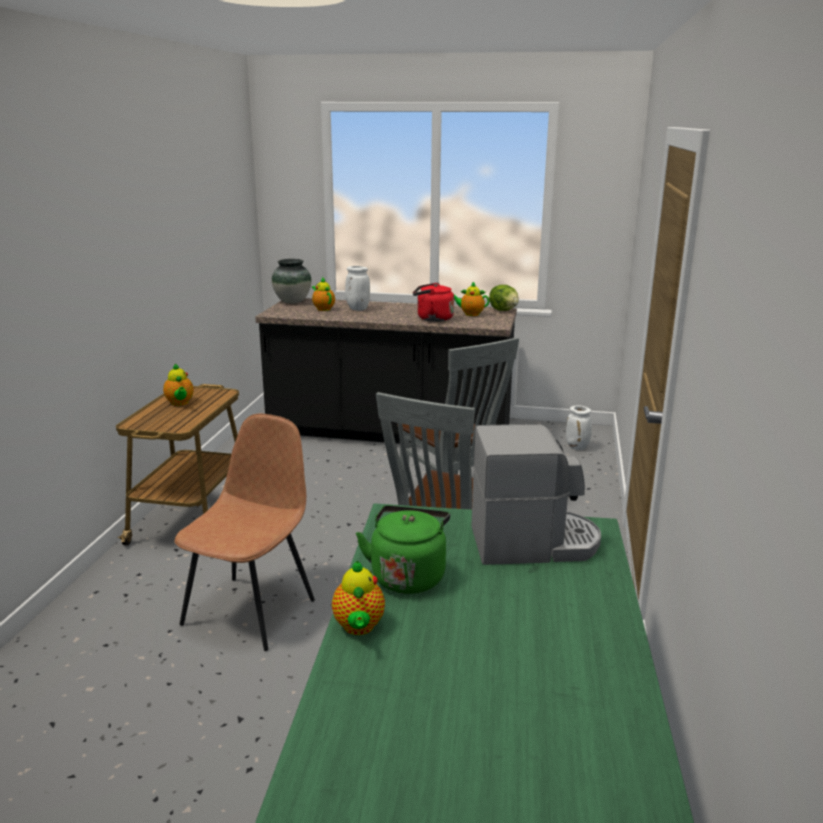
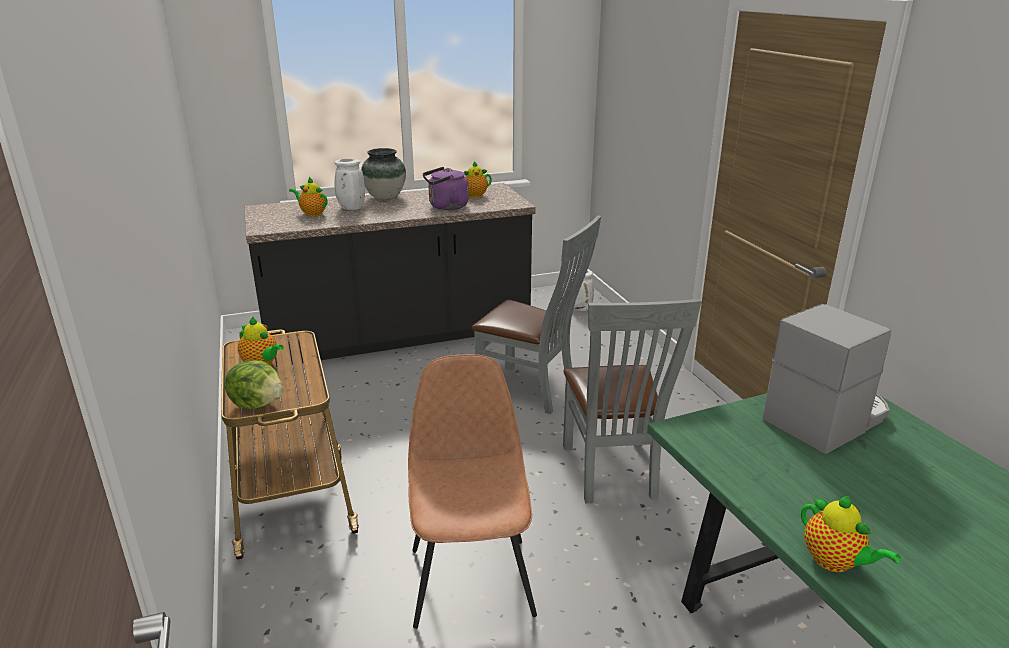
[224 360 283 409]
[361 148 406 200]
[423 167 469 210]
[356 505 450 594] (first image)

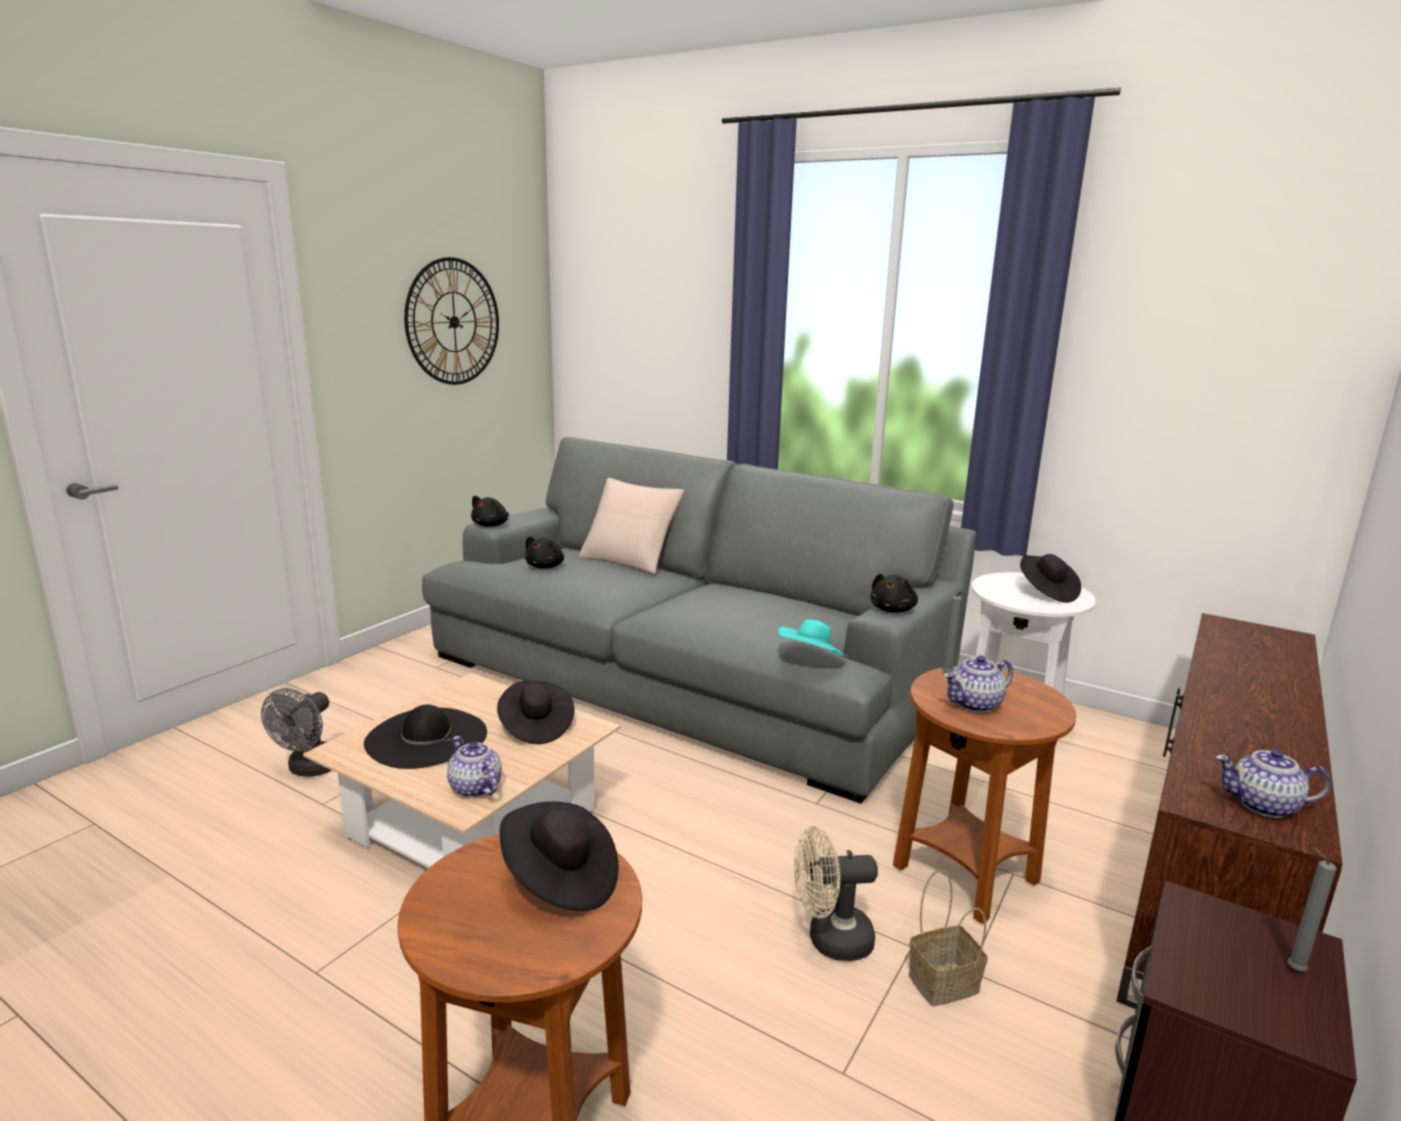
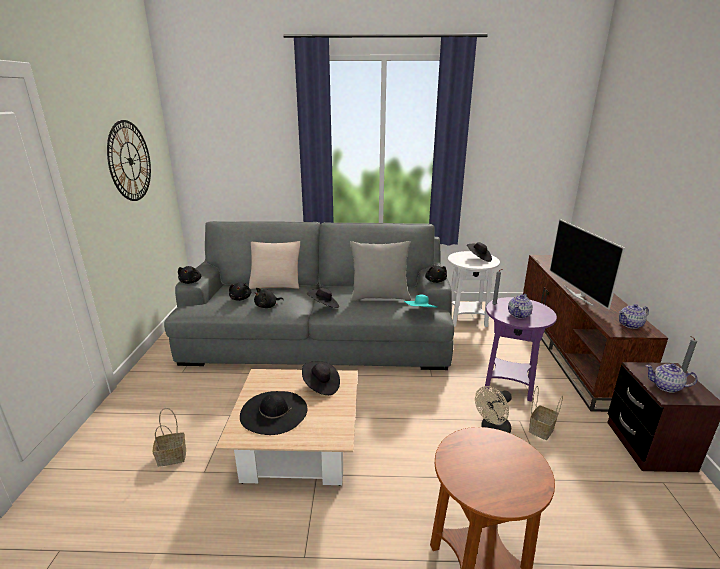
[152 408 186 467]
[254 288 284 308]
[307 288 339 308]
[350 241 411 301]
[485 297 557 402]
[549 219 625 310]
[645 364 697 393]

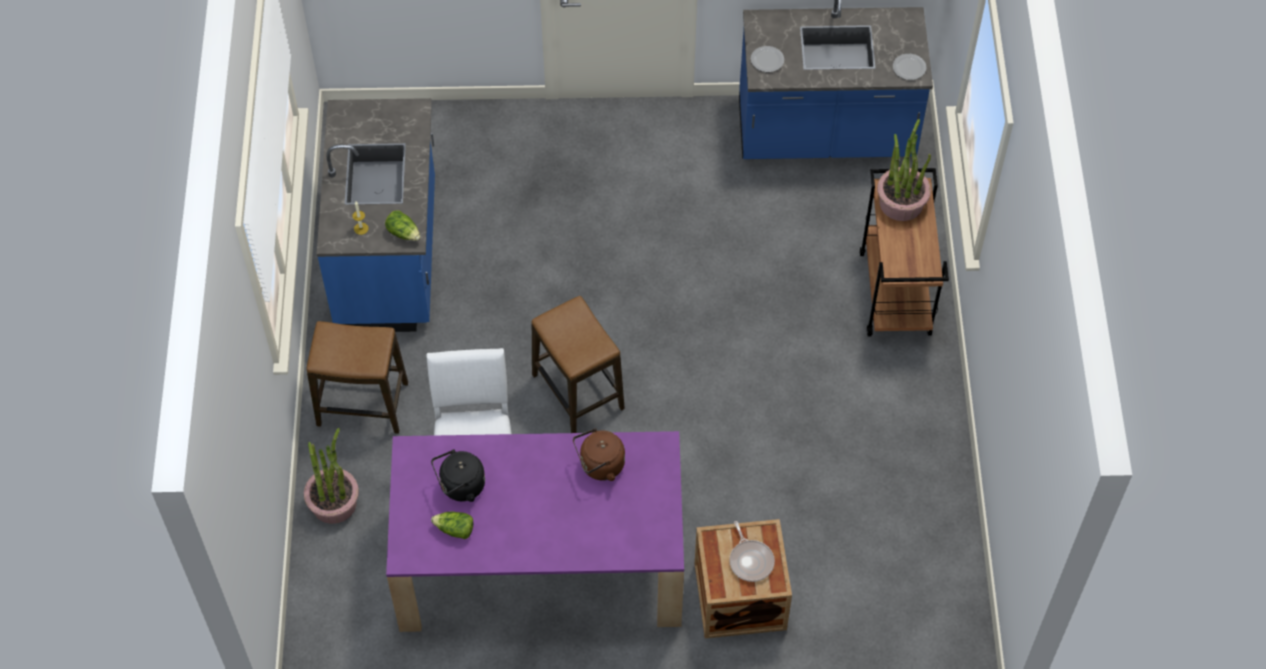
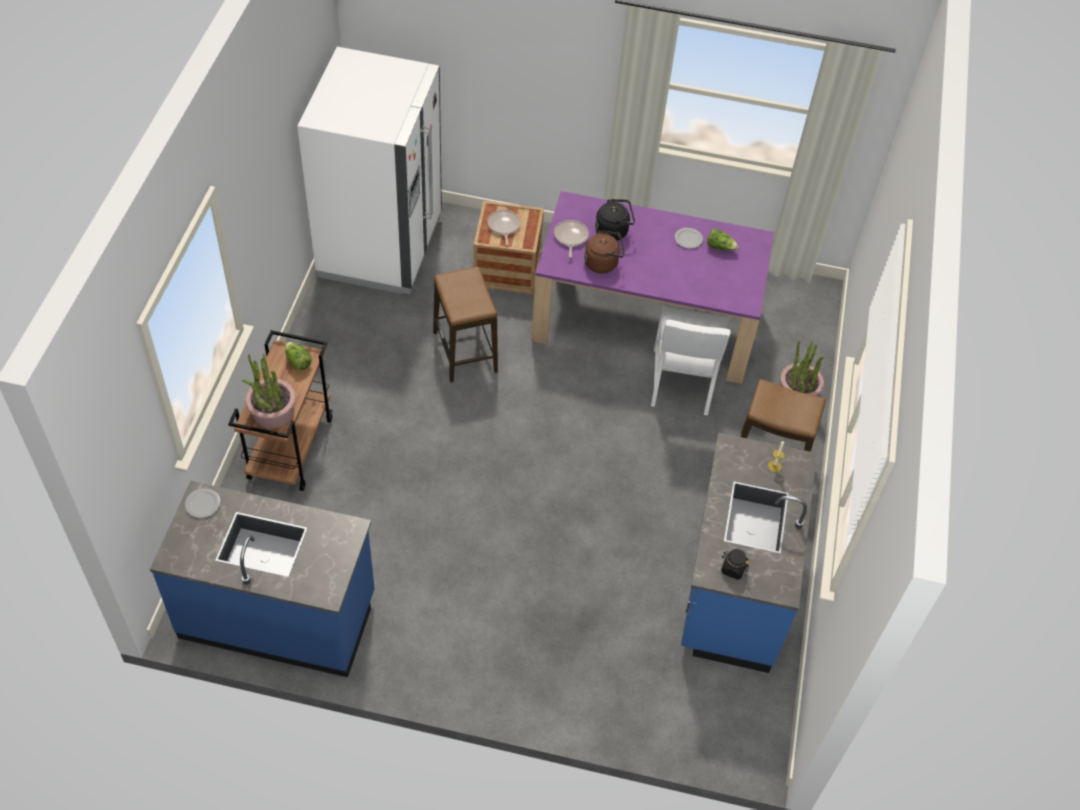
[285 342 312 371]
[297 47 442 294]
[433 266 498 382]
[554 220 589 257]
[595 199 635 241]
[675 228 703 249]
[721 549 750 580]

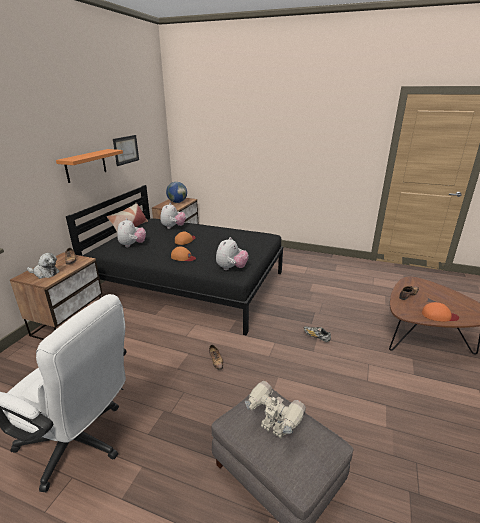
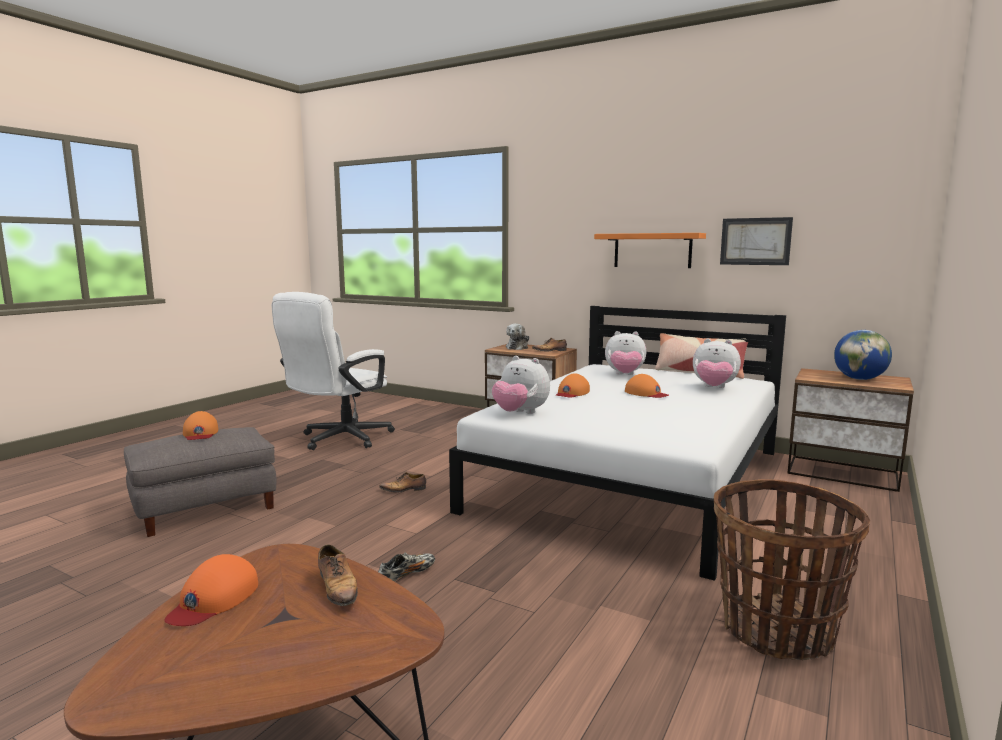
[183 411 218 440]
[449 306 786 581]
[714 479 870 660]

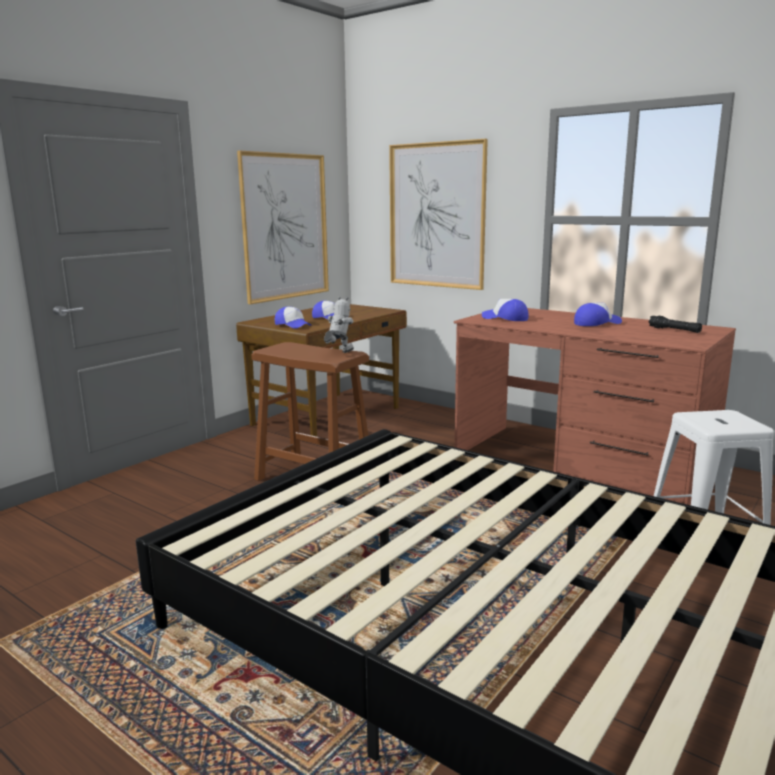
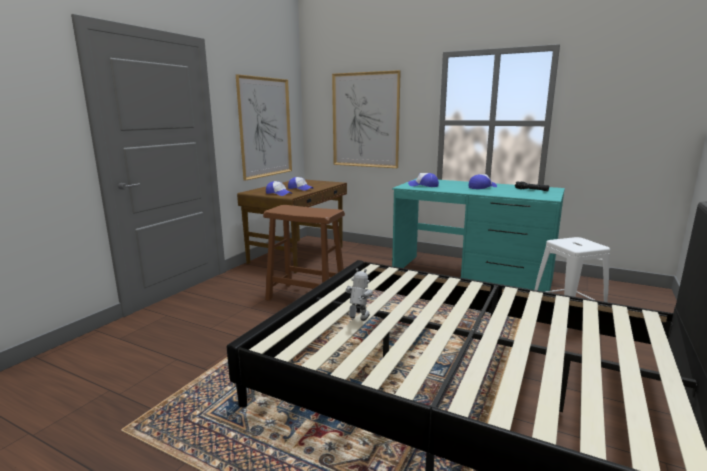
[346 268 373 321]
[392 178 565 292]

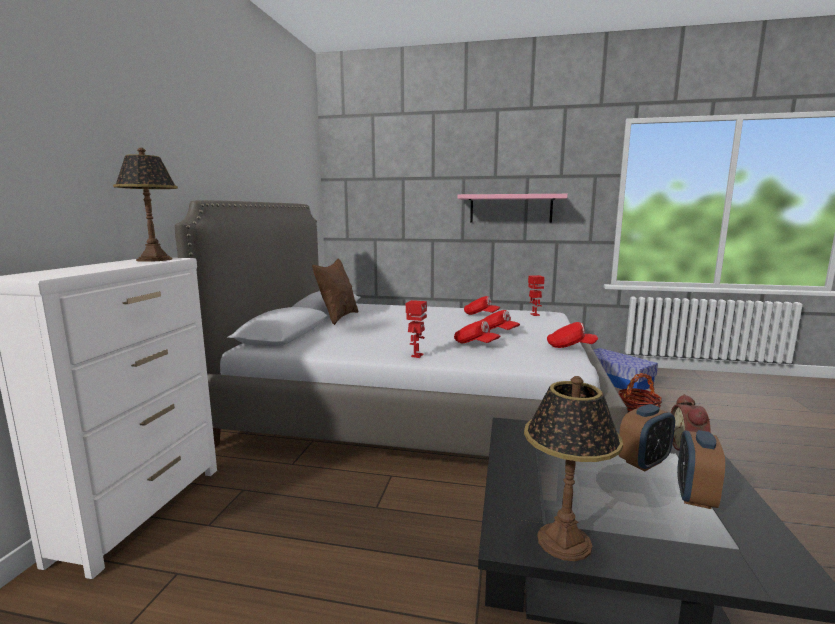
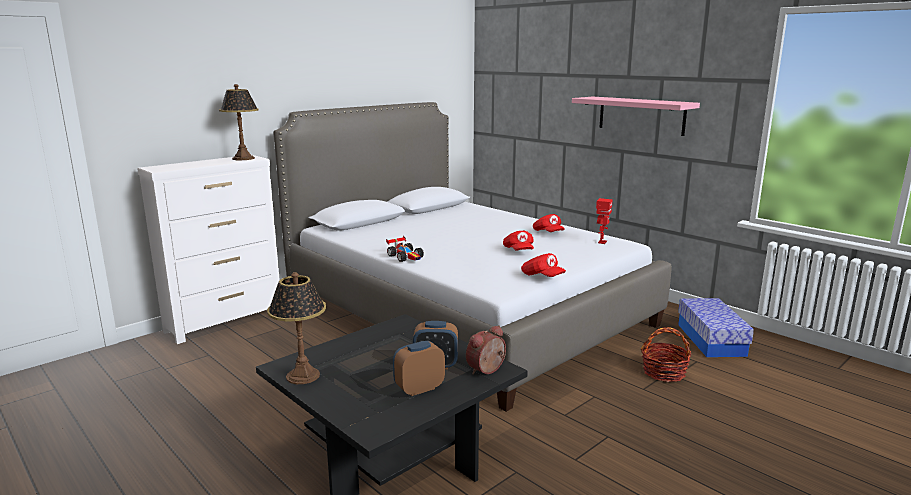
[386 236 424 262]
[312 258 358 325] (first image)
[454 320 500 344] (first image)

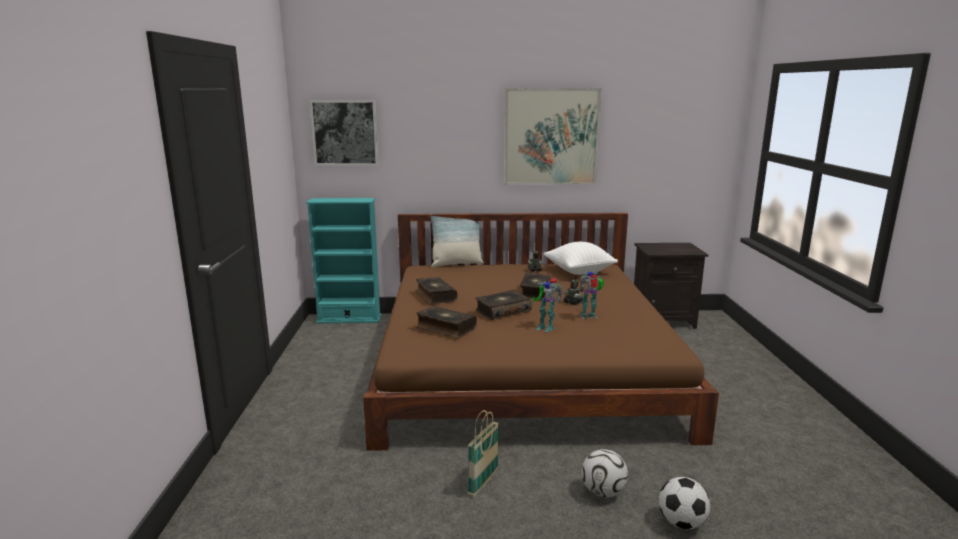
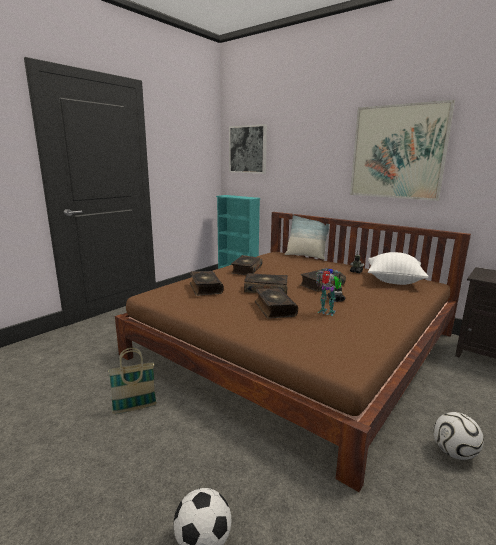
[255 288 298 319]
[433 412 484 460]

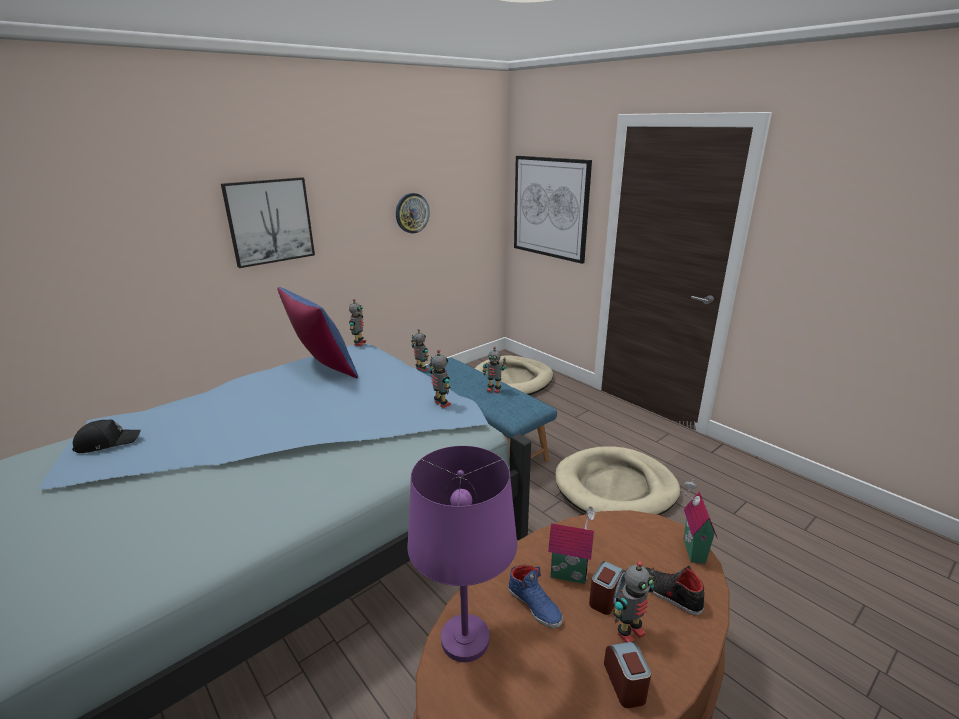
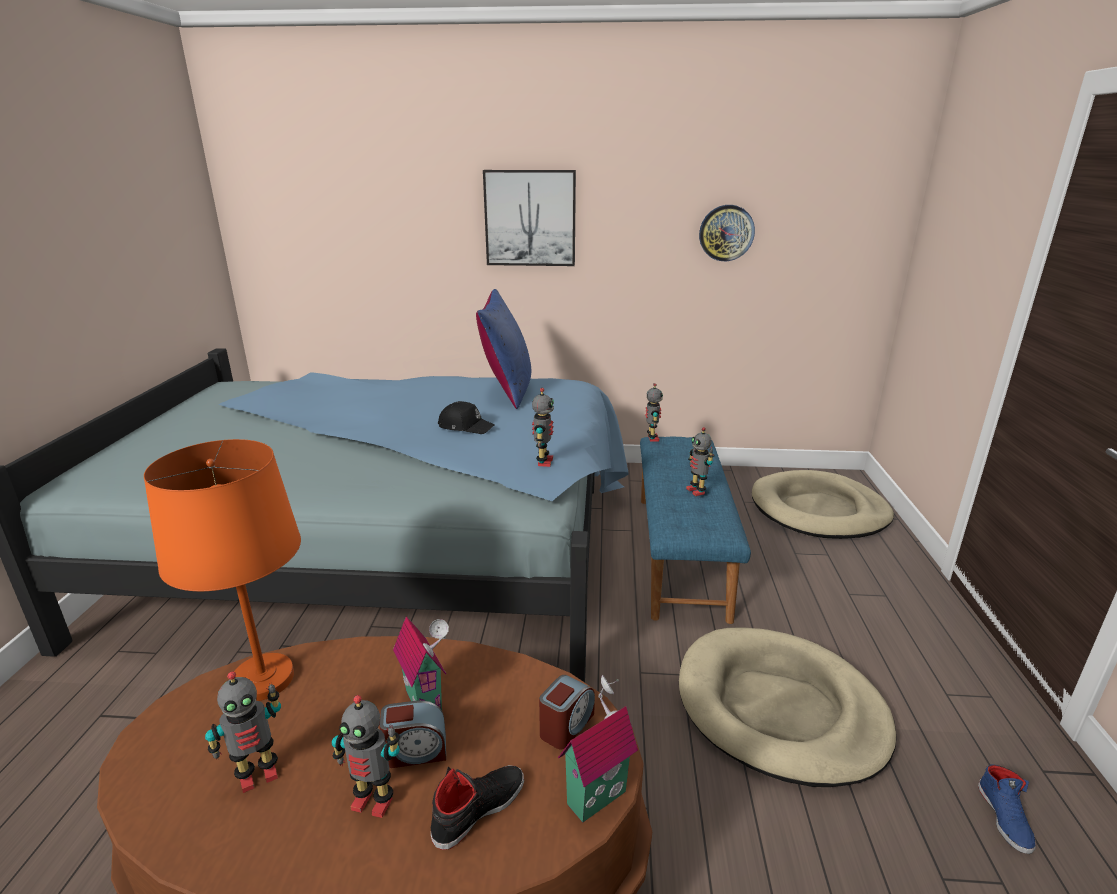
[144 439 301 701]
[205 671 281 793]
[431 765 524 850]
[438 401 495 434]
[539 675 595 749]
[978 765 1036 854]
[514 156 592 264] (first image)

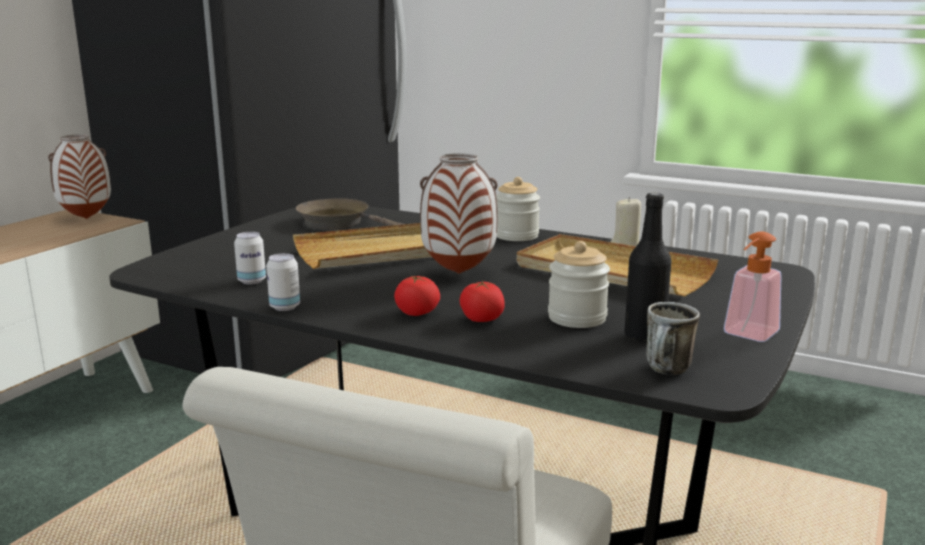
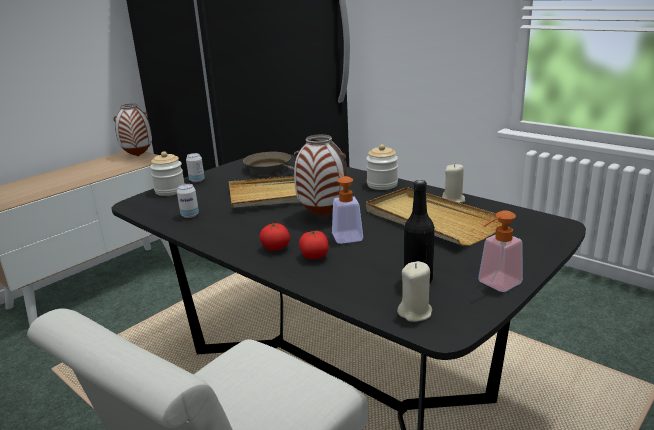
[150 151 185 196]
[186 153 205 182]
[332 172 363 244]
[397 261 432 322]

